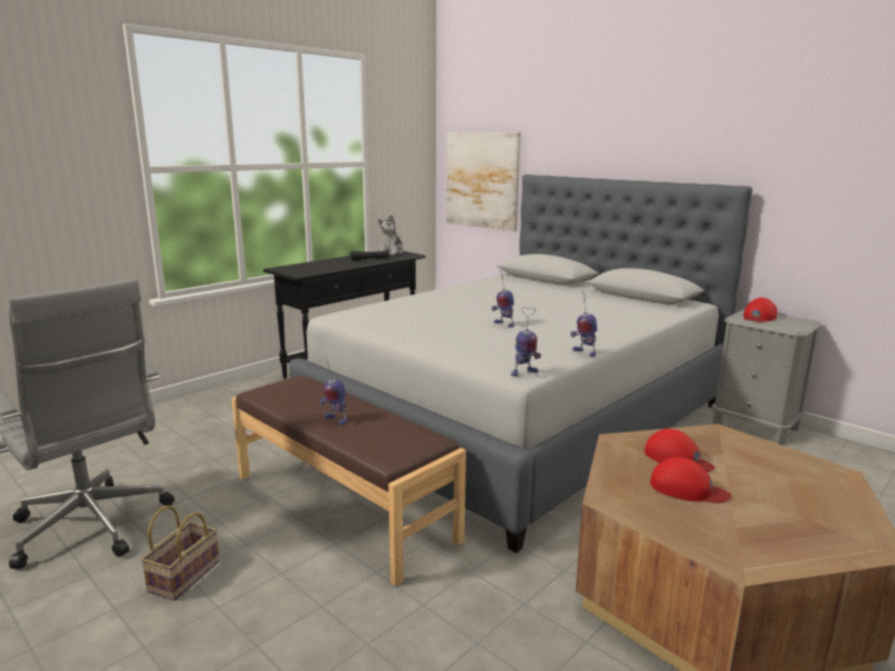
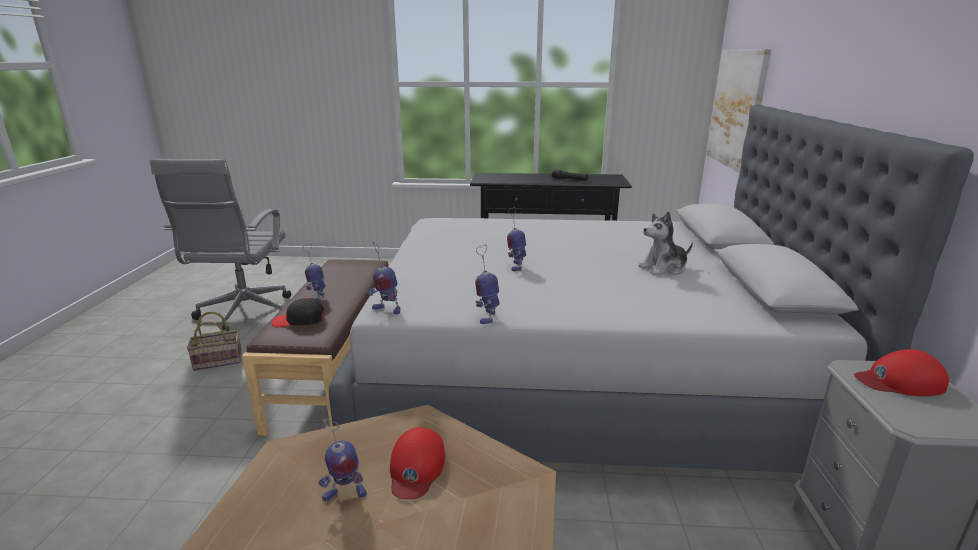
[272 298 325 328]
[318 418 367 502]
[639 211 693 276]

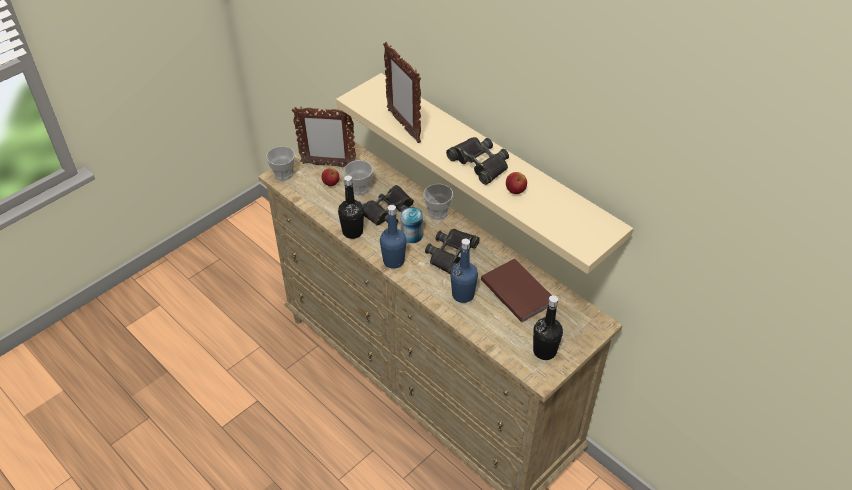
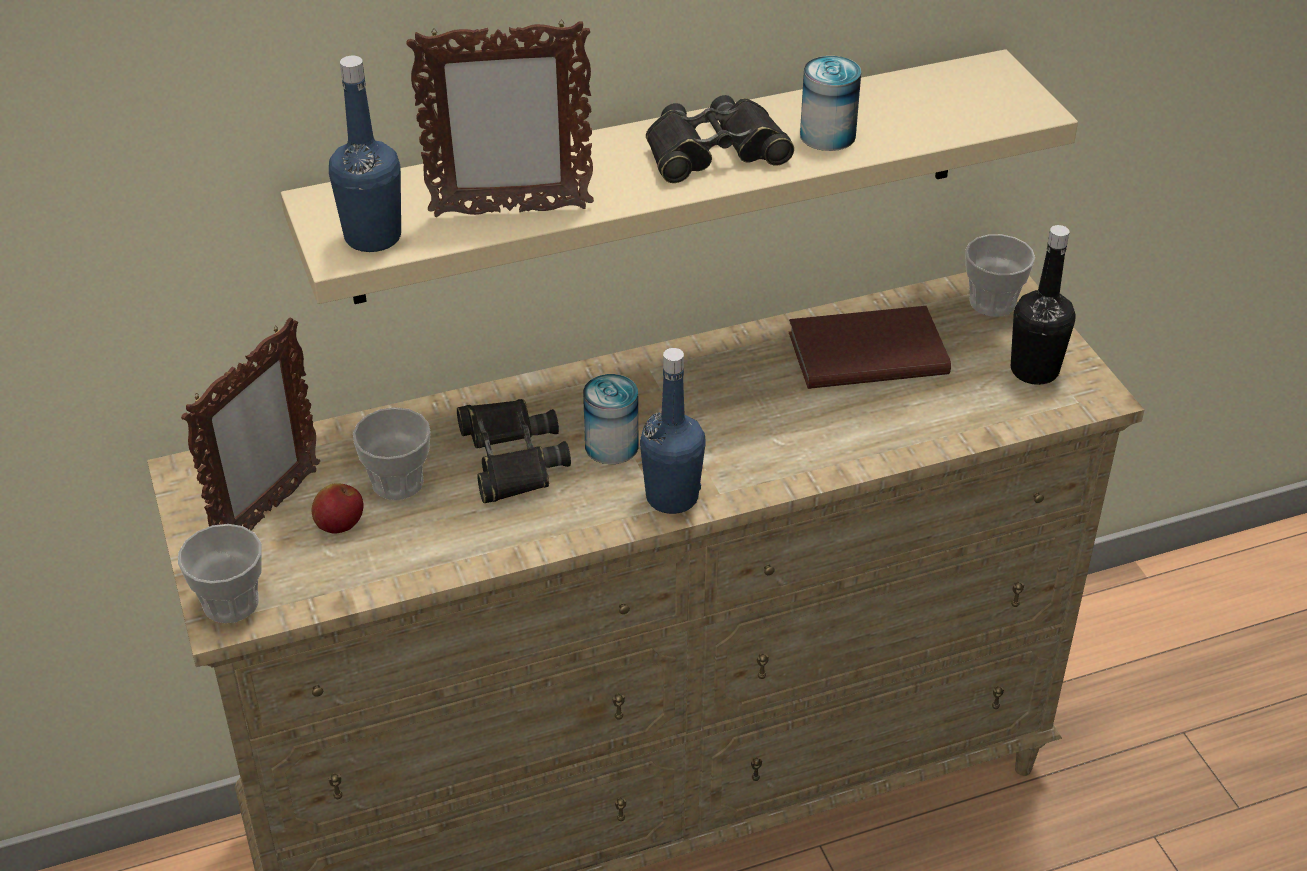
[329 56 401 252]
[800 56 861 151]
[965 234 1035 317]
[338 175 364 239] (first image)
[425 229 480 274] (first image)

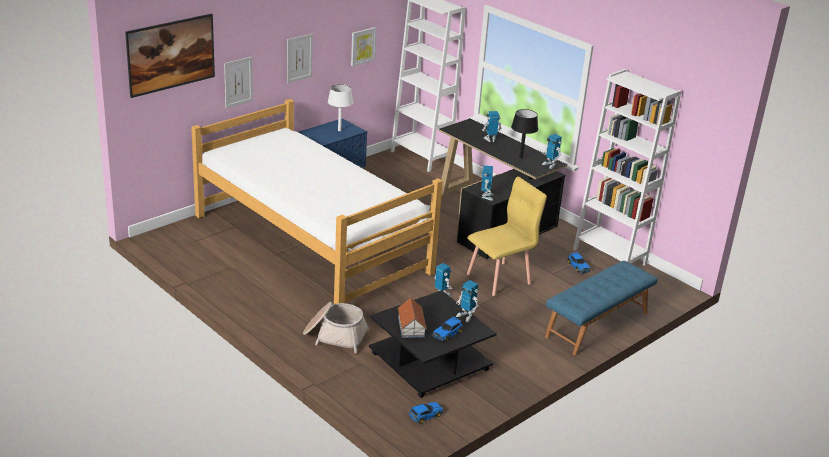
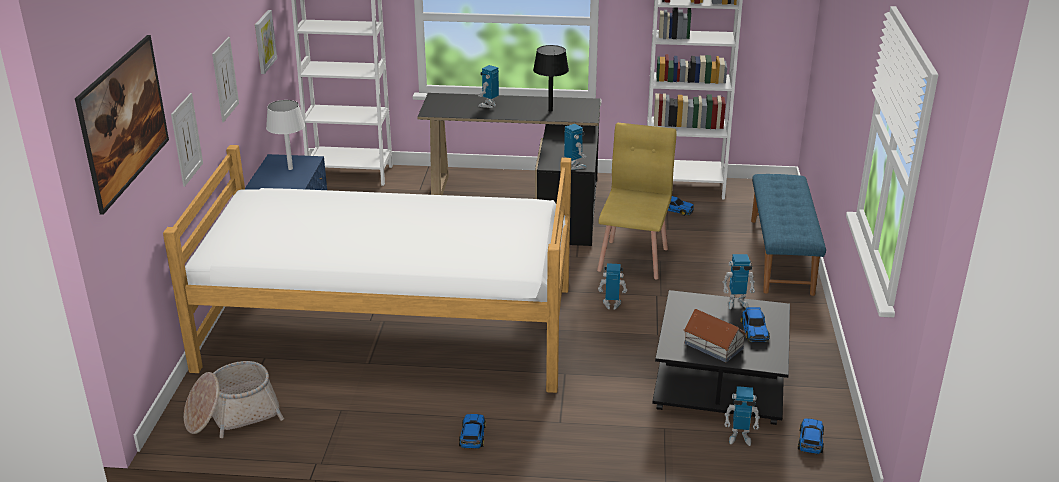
[184 361 284 438]
[459 414 486 449]
[724 386 760 446]

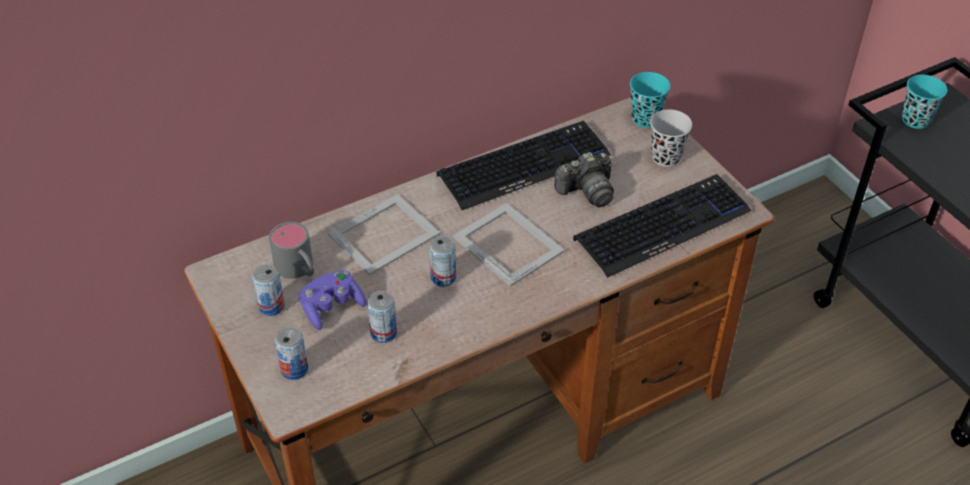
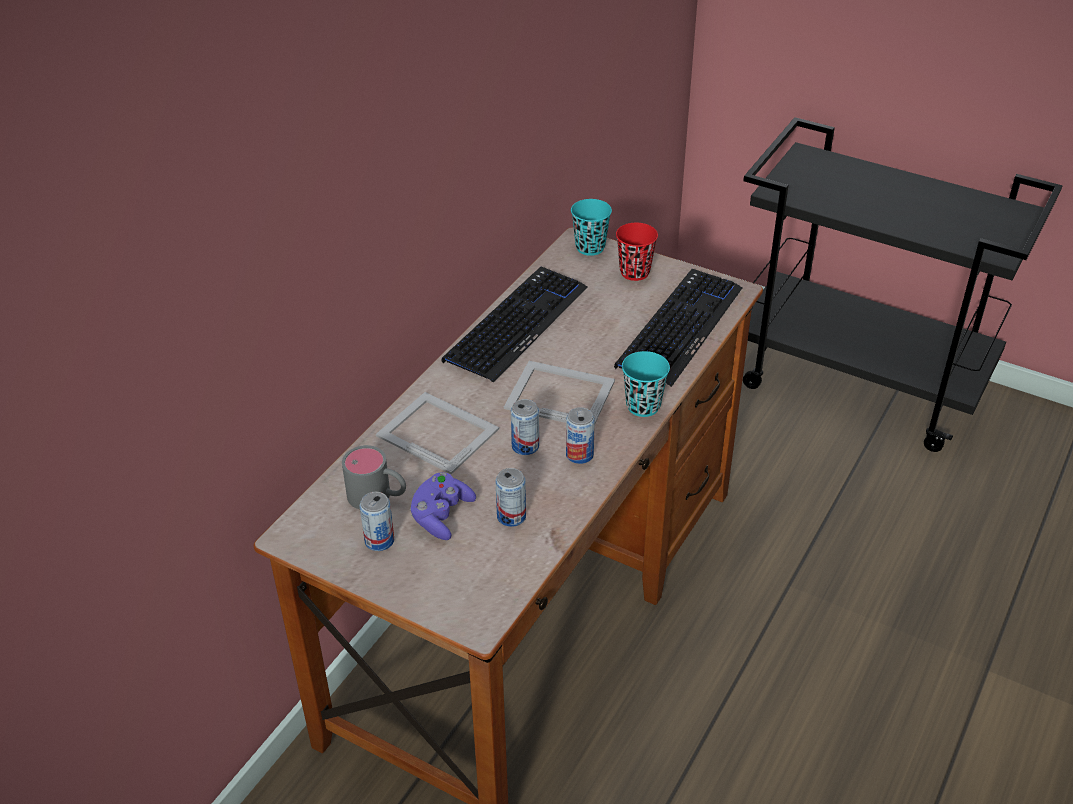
[376 392 499 474]
[566 407 595 464]
[616 223 658 281]
[622 351 670 417]
[554 152 614 208] (first image)

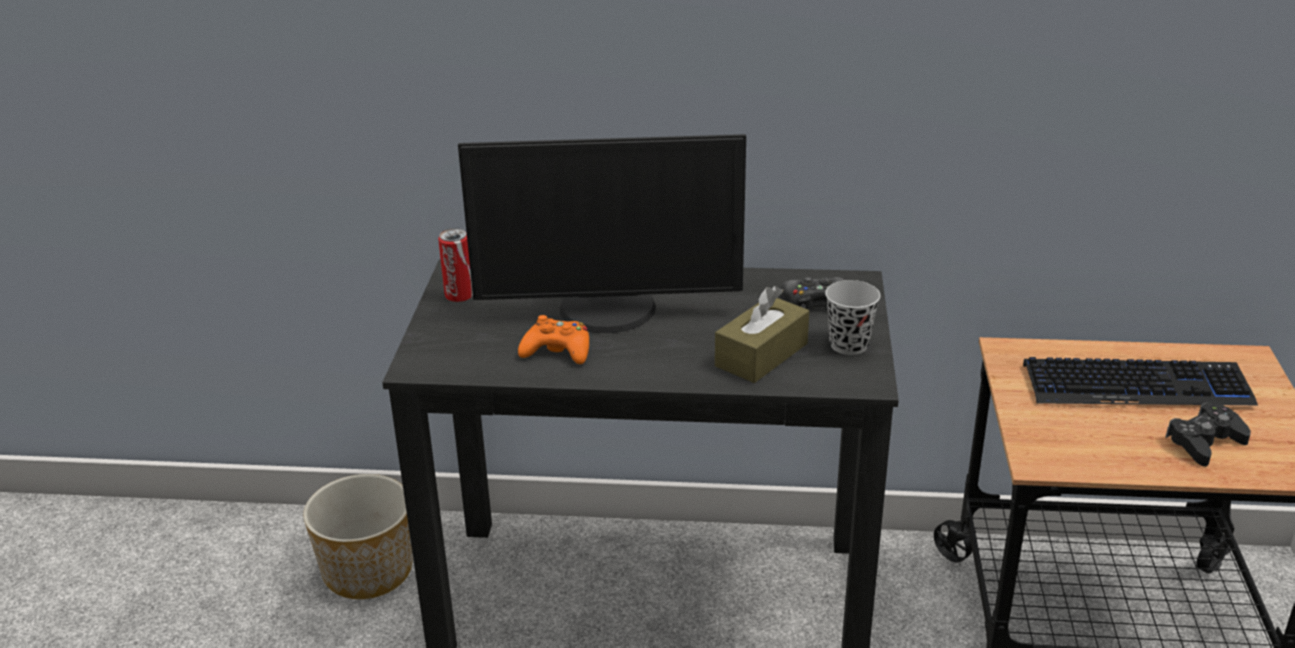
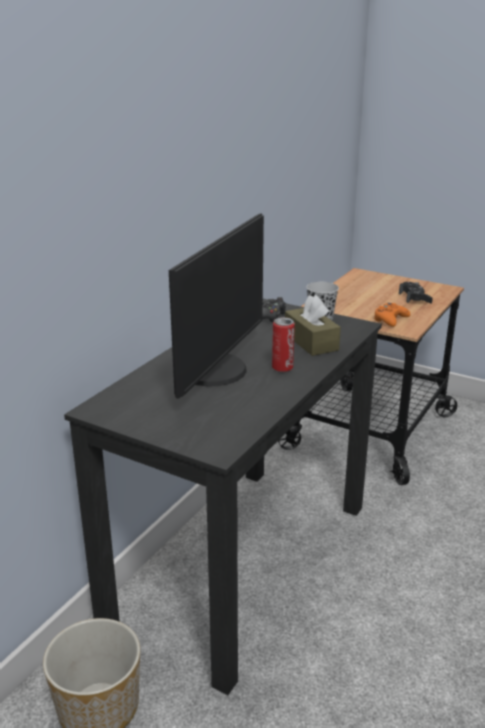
[272 317 295 372]
[374 303 410 327]
[1023 357 1258 405] (first image)

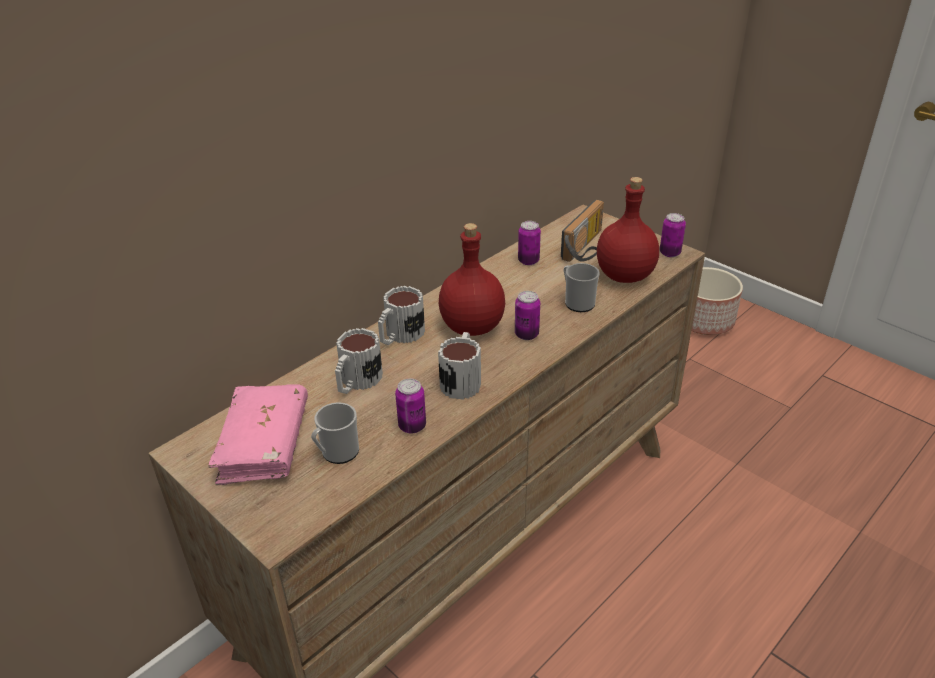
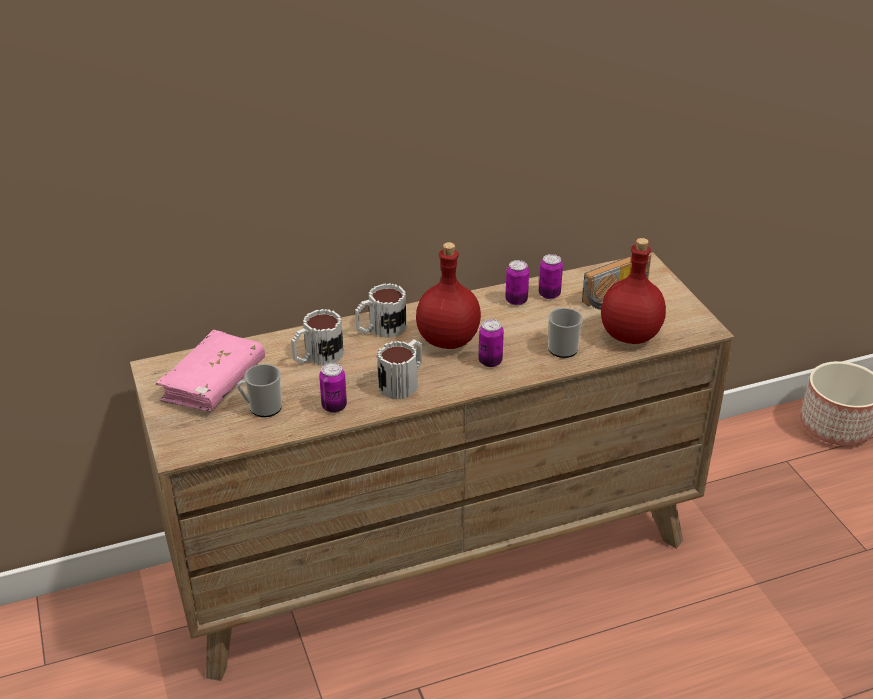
[505 260 529 305]

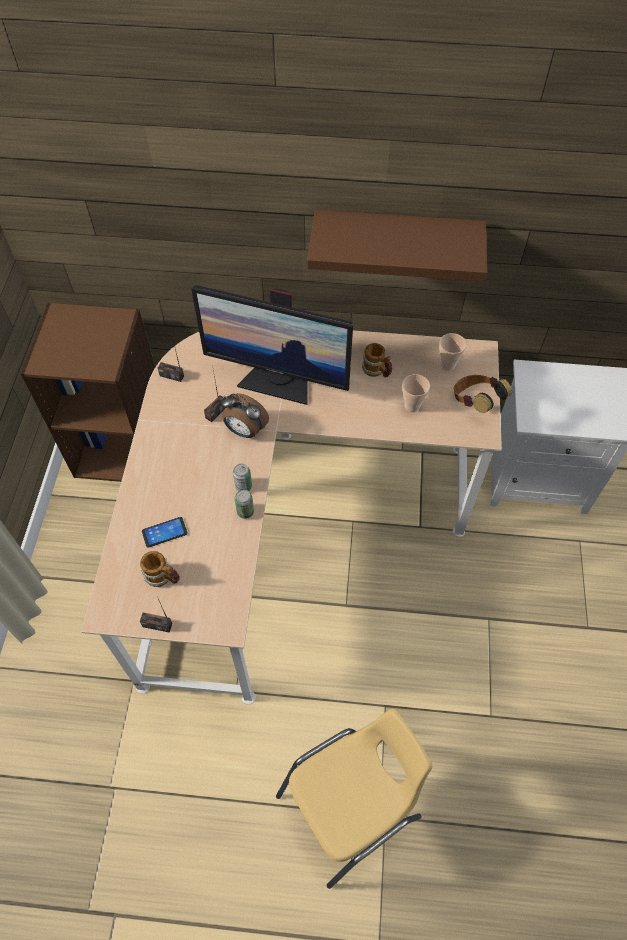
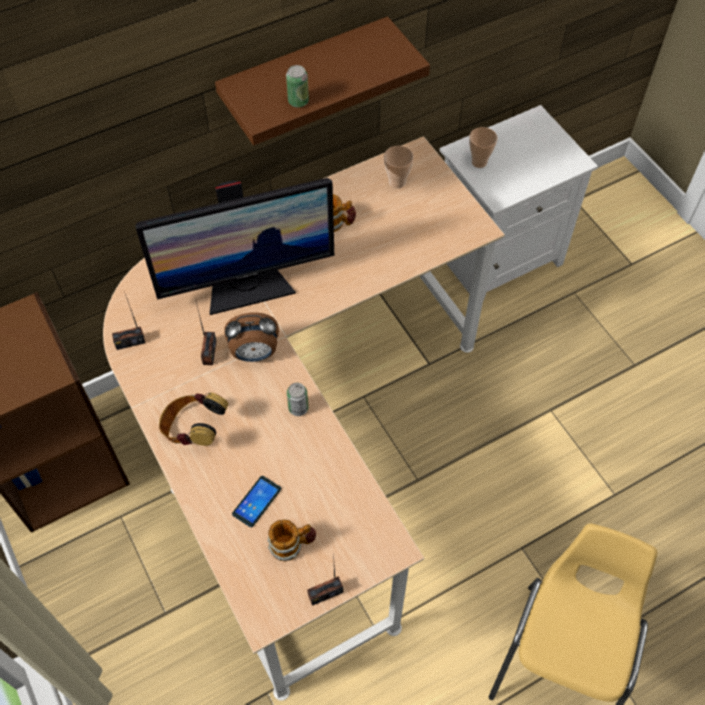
[159 392 228 446]
[286 65 309 107]
[469 127 497 168]

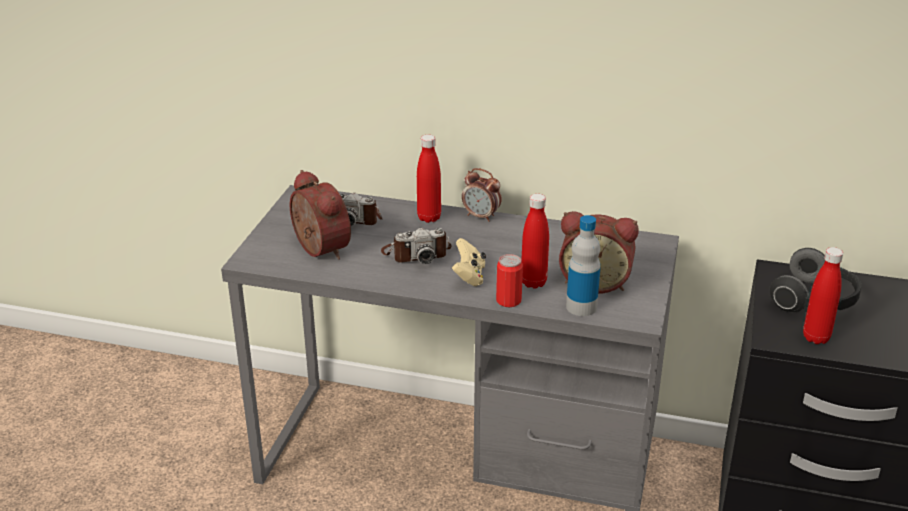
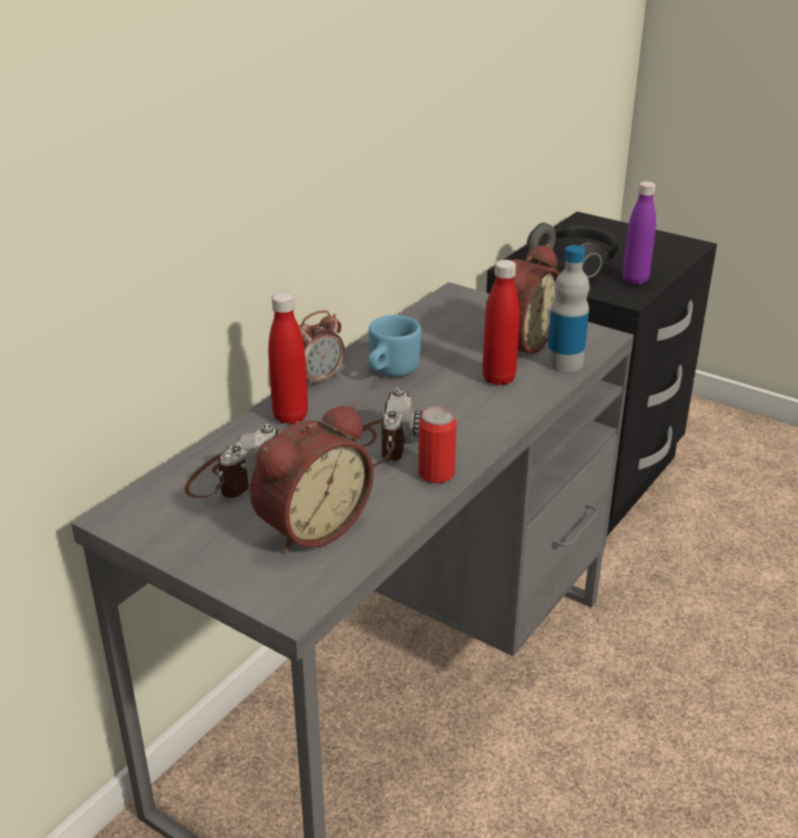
[250 404 373 553]
[368 315 421 377]
[418 407 456 483]
[622 181 656 285]
[452 238 486 286] (first image)

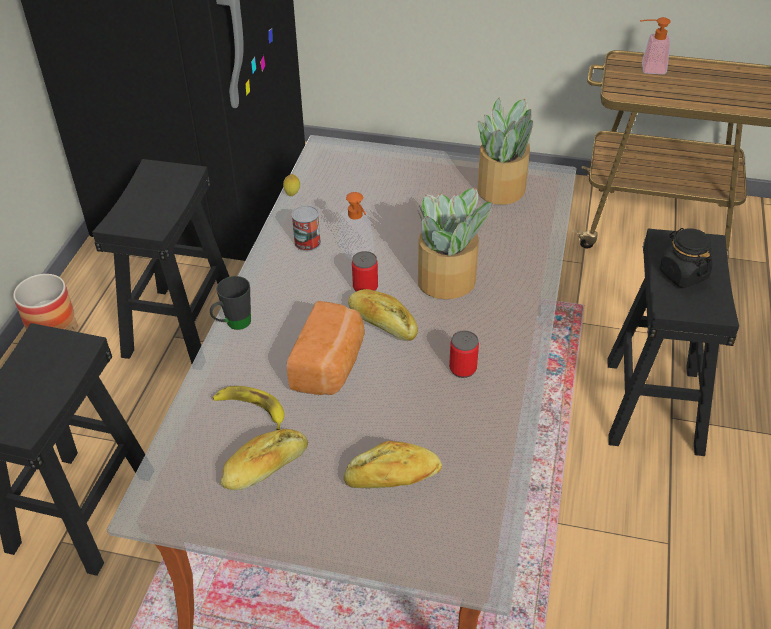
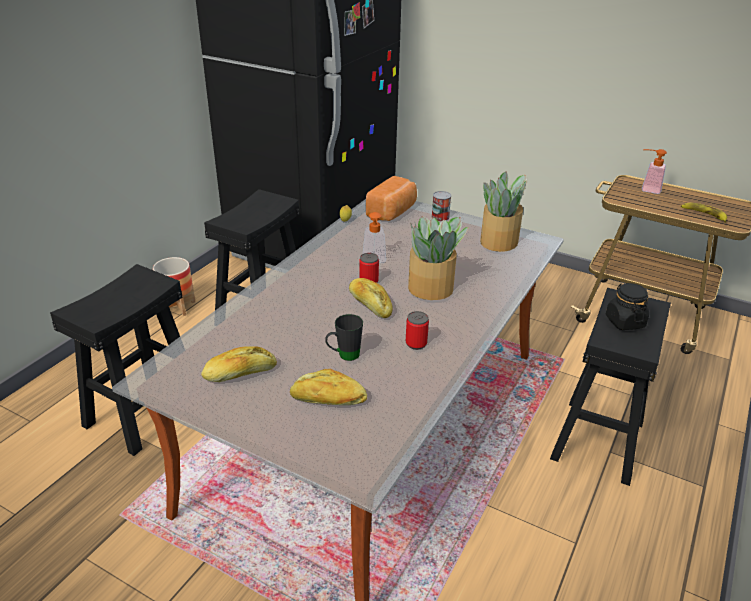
[325 314 363 361]
[366 176 417 221]
[431 191 451 222]
[681 203 727 223]

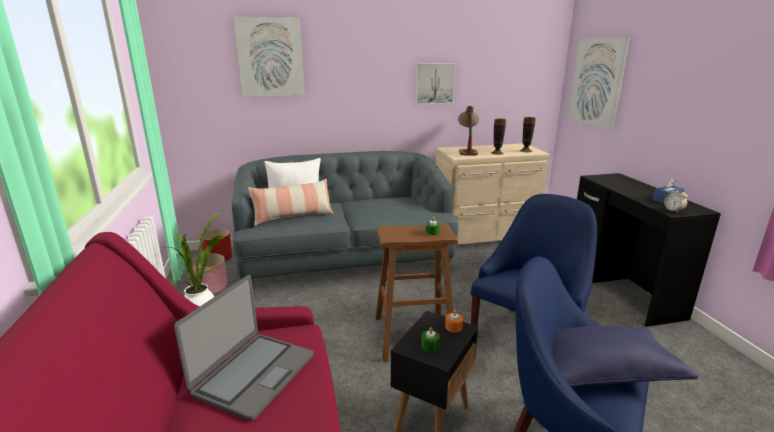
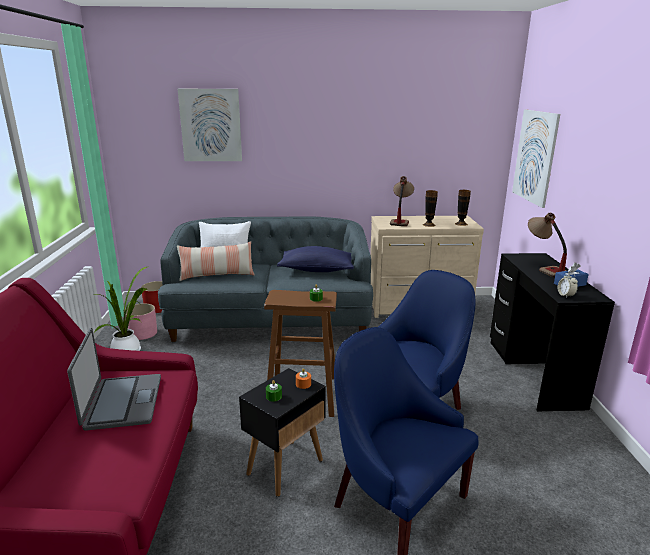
[67 328 161 431]
[277 246 354 272]
[528 213 567 277]
[415 63 455 105] (first image)

